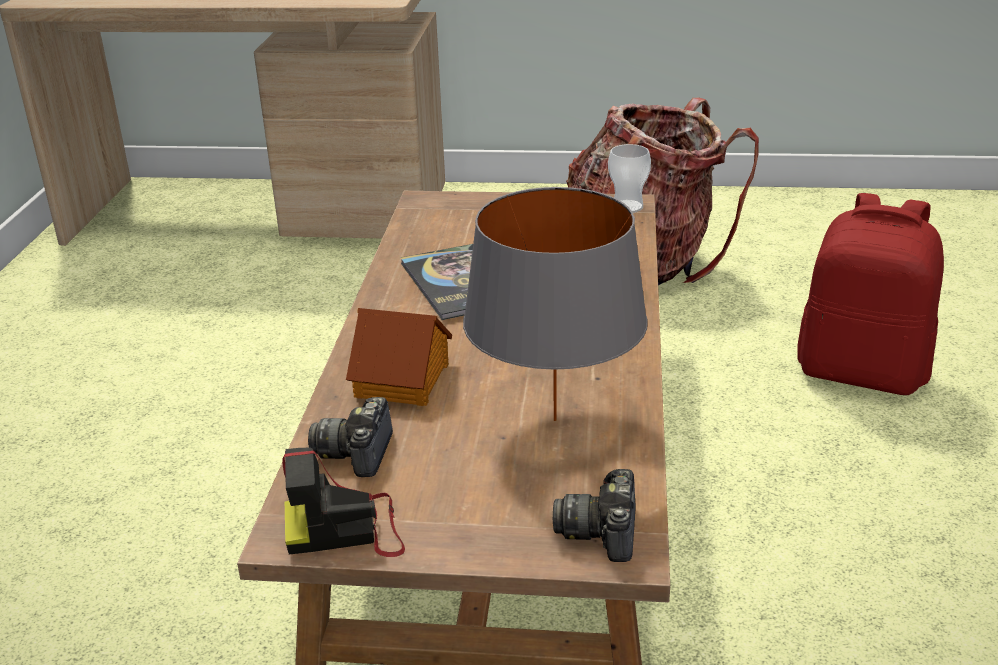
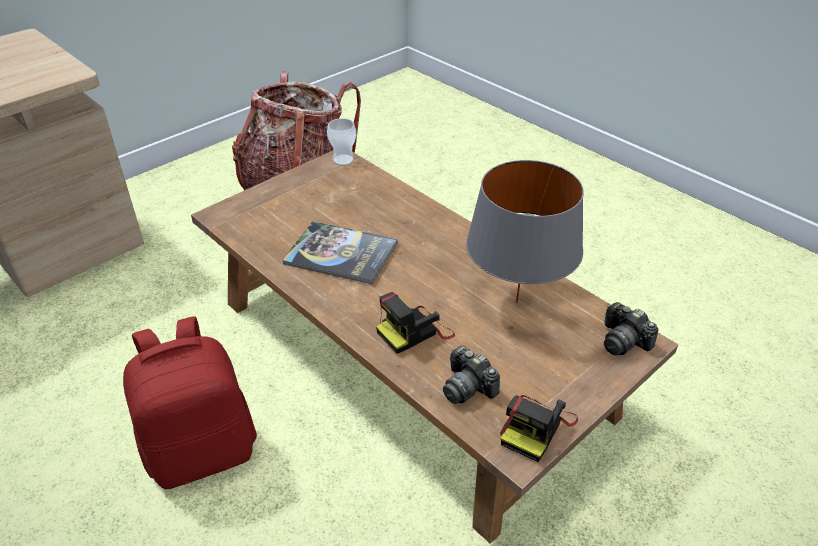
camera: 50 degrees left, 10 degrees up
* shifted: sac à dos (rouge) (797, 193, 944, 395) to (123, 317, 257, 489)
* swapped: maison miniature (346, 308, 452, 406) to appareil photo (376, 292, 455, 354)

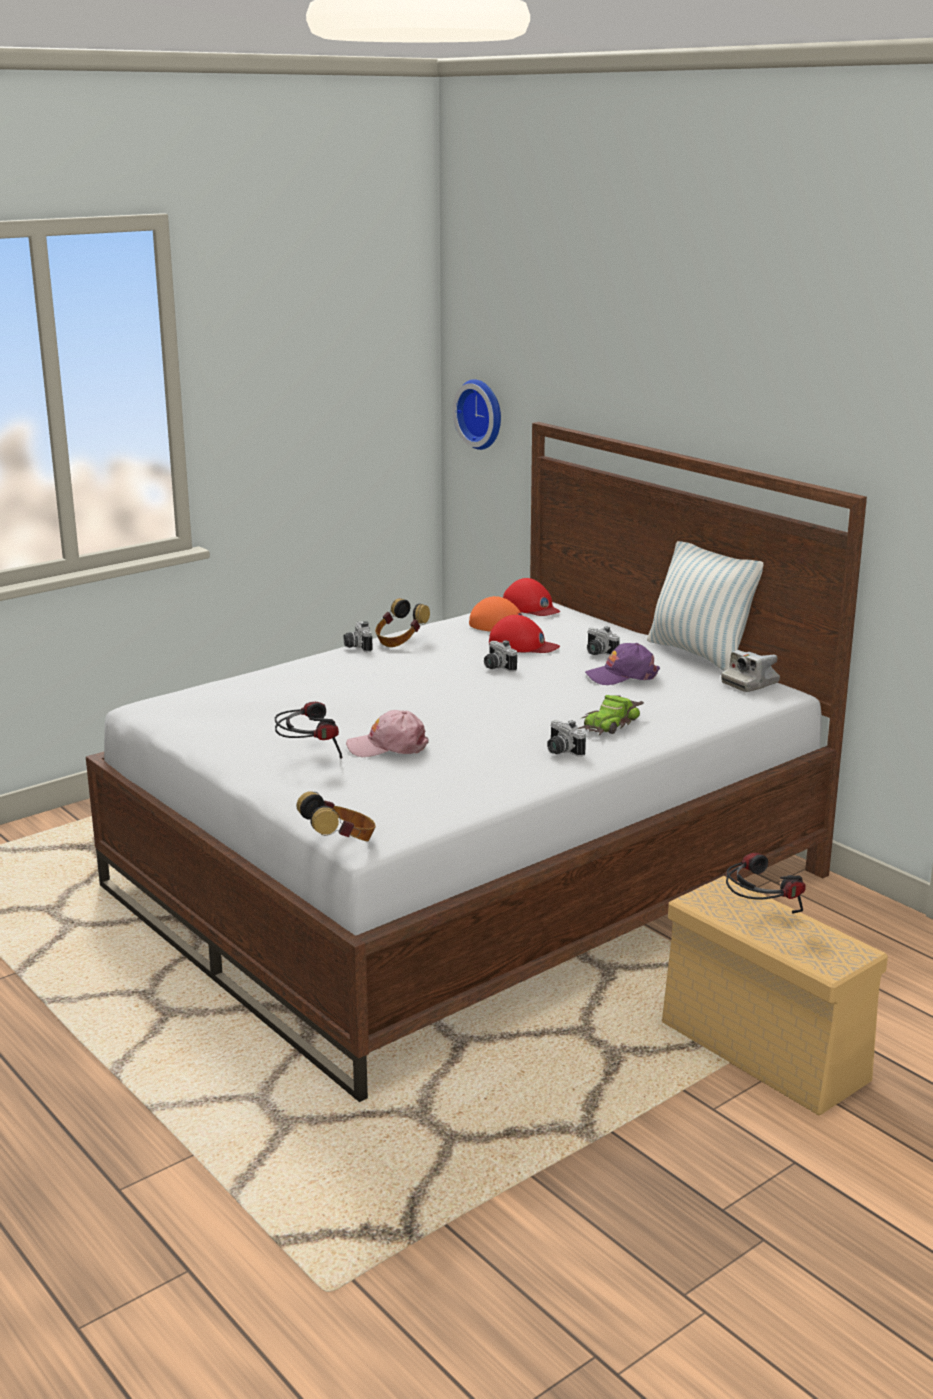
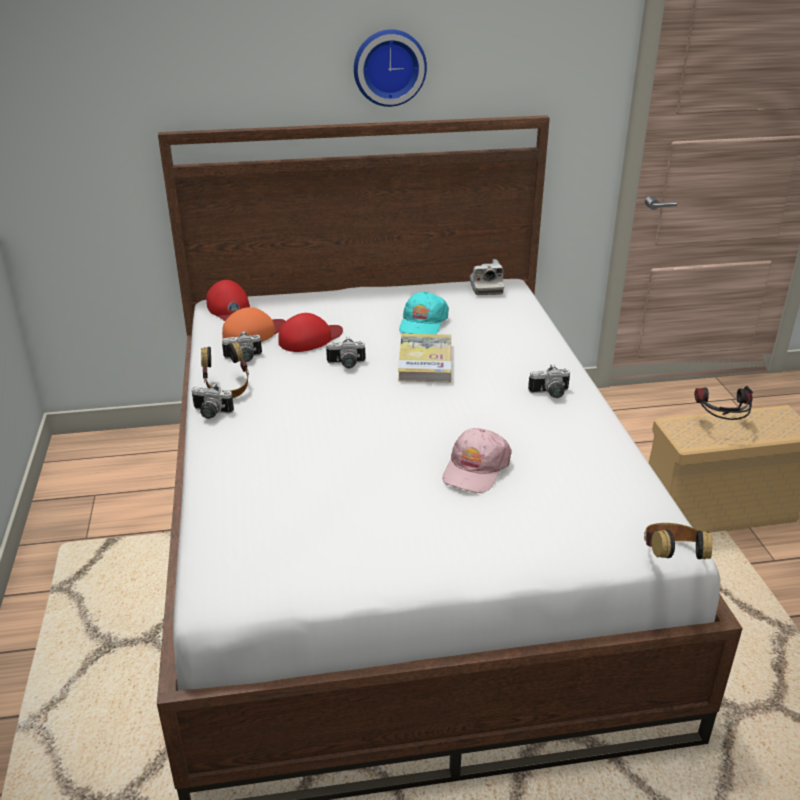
camera: 60 degrees left, 10 degrees up
* rotated: casquette (rouge) (503, 578, 560, 616) = (206, 280, 250, 321) 75 degrees clockwise
* shifted: appareil photo (587, 626, 620, 656) to (222, 331, 262, 362)
* shifted: horloge murale (453, 379, 501, 450) to (354, 29, 427, 107)
* new: livre (398, 334, 451, 382)
* repainted: casquette (violet) (585, 643, 660, 685) to casquette (turquoise) (399, 292, 449, 334)
* gone: casque audio (275, 702, 342, 759)
* gone: petite voiture (578, 695, 644, 735)
* gone: coussin (647, 541, 763, 671)

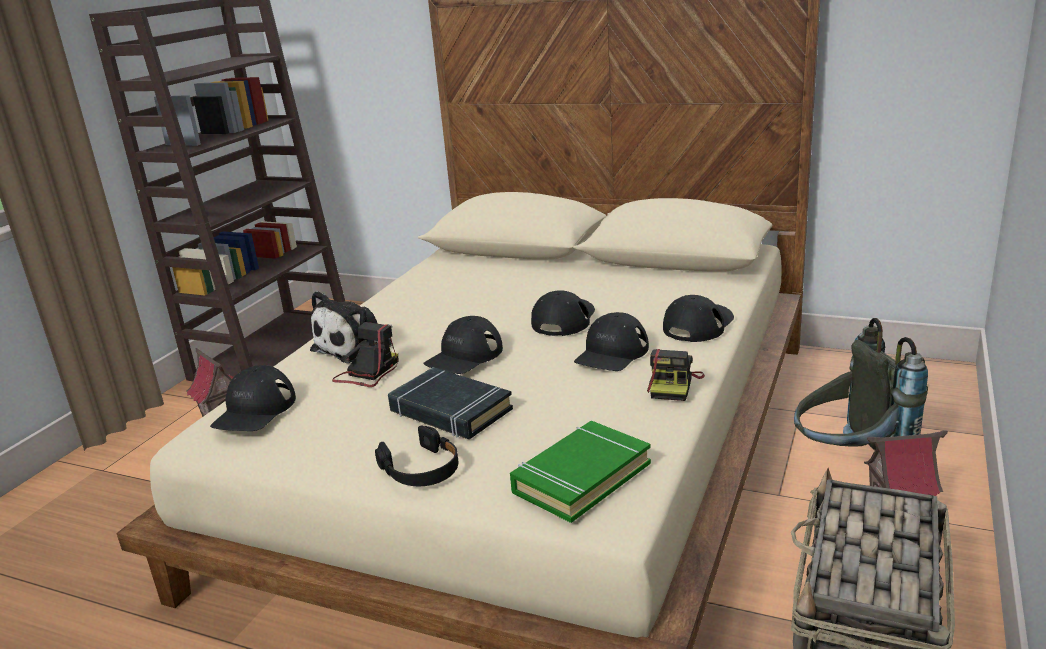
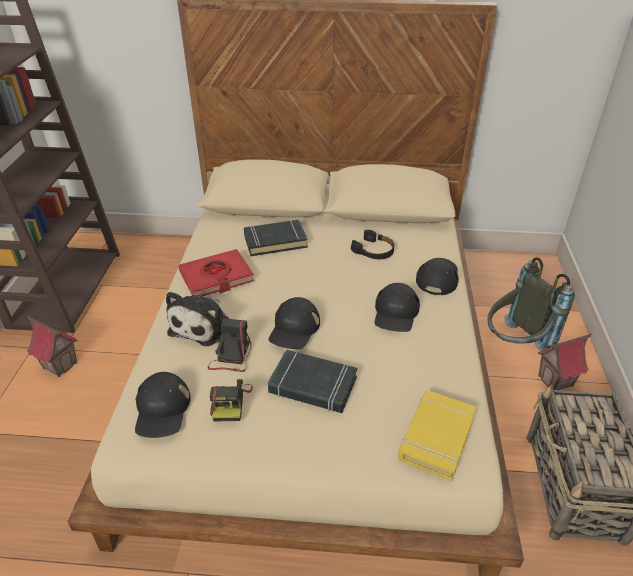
camera: 20 degrees left, 15 degrees up
* new: livre (rouge) (178, 249, 254, 297)
* shifted: appareil photo (647, 349, 705, 401) to (210, 379, 253, 421)
* new: livre (noir) (244, 220, 308, 256)
* shifted: casque audio (noir) (375, 425, 458, 486) to (351, 230, 394, 259)
* repainted: livre (vert) (510, 421, 651, 523) to livre (jaune) (398, 390, 476, 481)
* gone: casquette (noir) (531, 290, 595, 336)

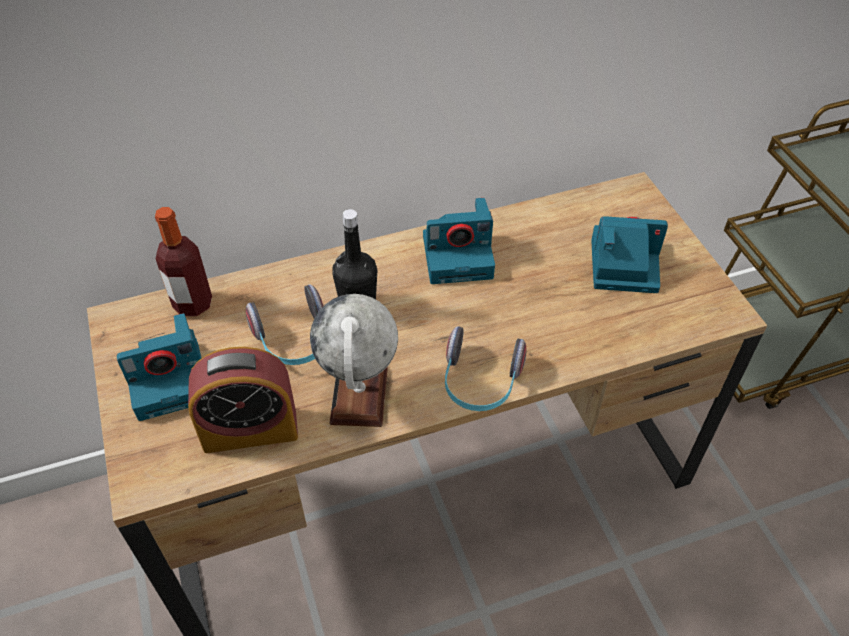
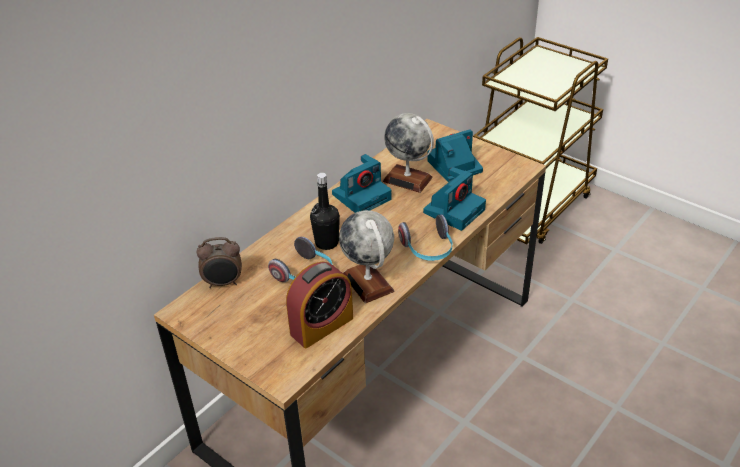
camera: 30 degrees left, 10 degrees down
* swapped: bouteille (155, 207, 212, 316) to réveil (197, 237, 242, 288)
* new: globe (383, 113, 434, 193)
* shifted: appareil photo (117, 313, 201, 421) to (423, 167, 486, 231)

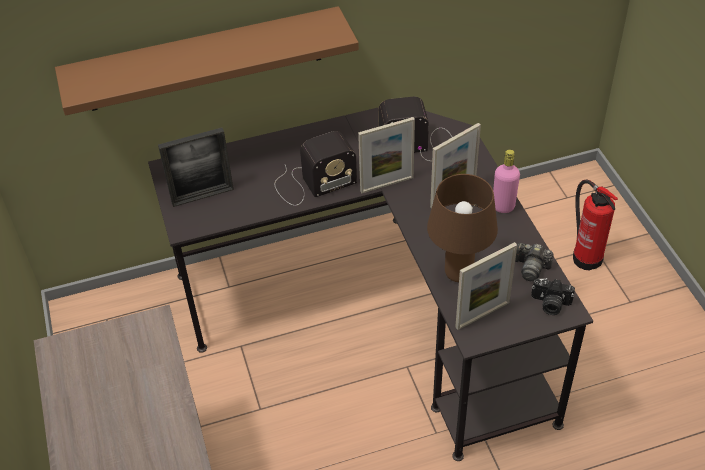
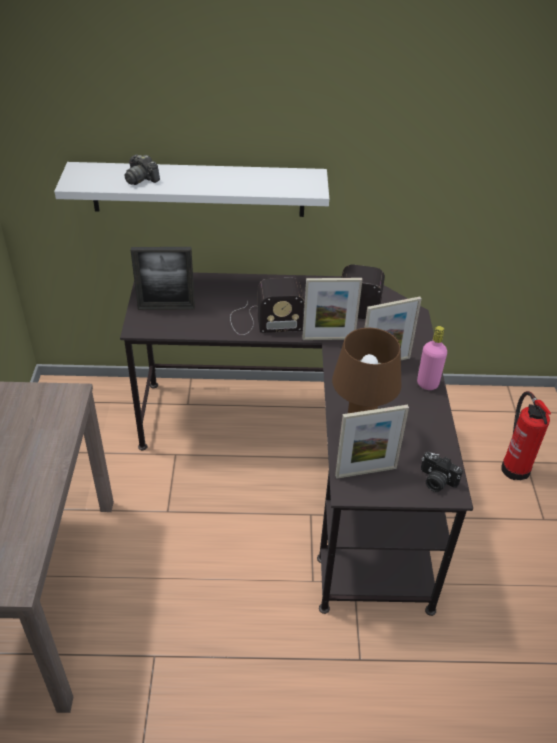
camera: 15 degrees right, 5 degrees down
* repainted: étagère (marron) (55, 6, 359, 116) to étagère (blanc) (54, 162, 329, 217)
* shifted: appareil photo (515, 243, 554, 281) to (124, 154, 160, 185)

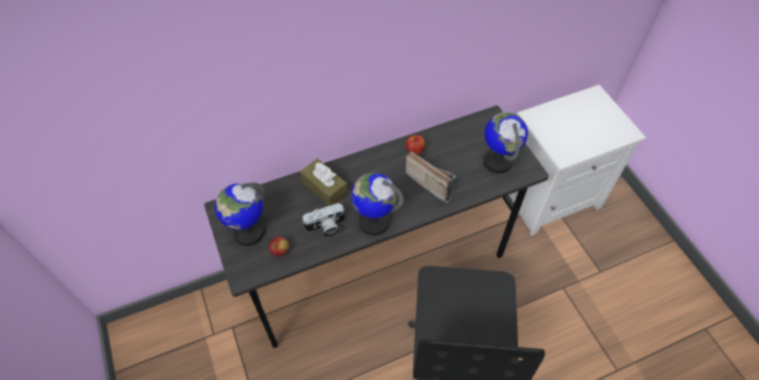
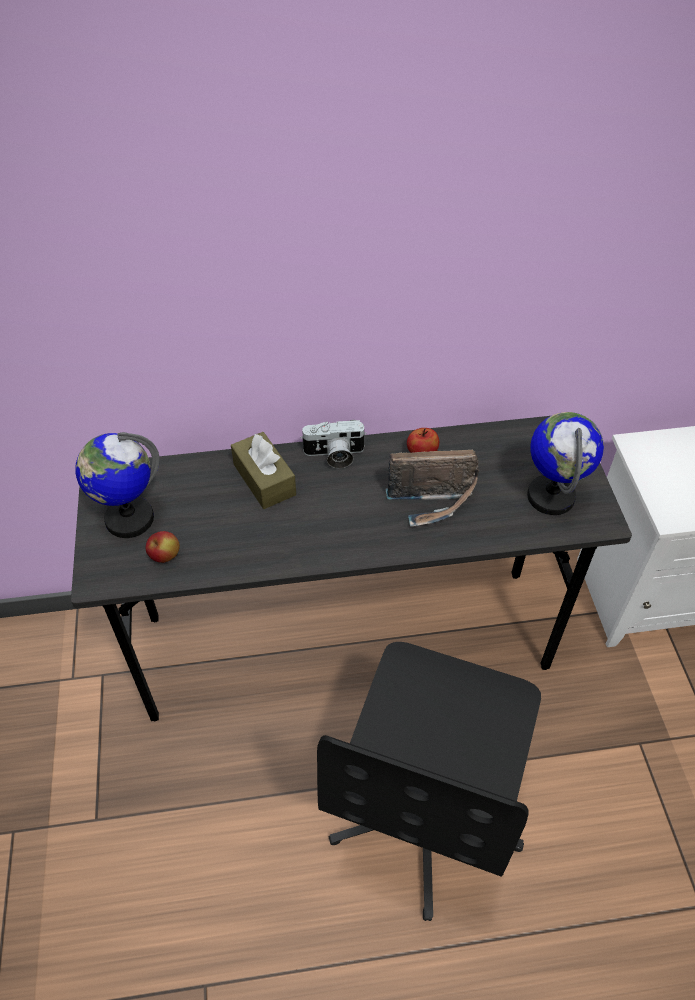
camera: 15 degrees right, 5 degrees down
* shifted: appareil photo (302, 203, 345, 238) to (300, 420, 367, 468)
* rotated: radio (405, 151, 456, 203) = (385, 450, 479, 527) 120 degrees clockwise
* gone: globe (351, 173, 404, 235)

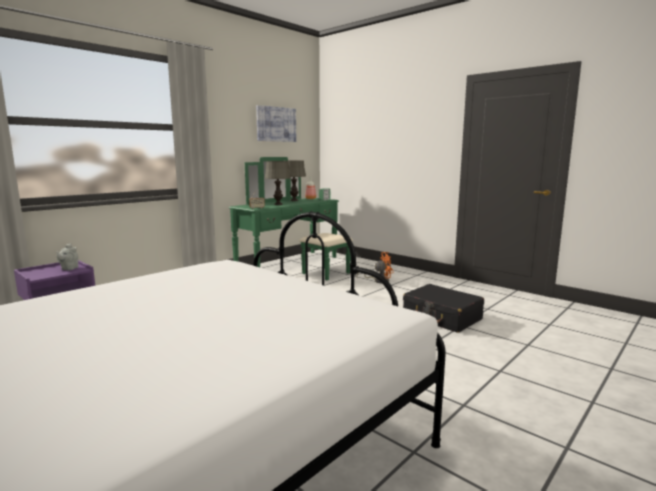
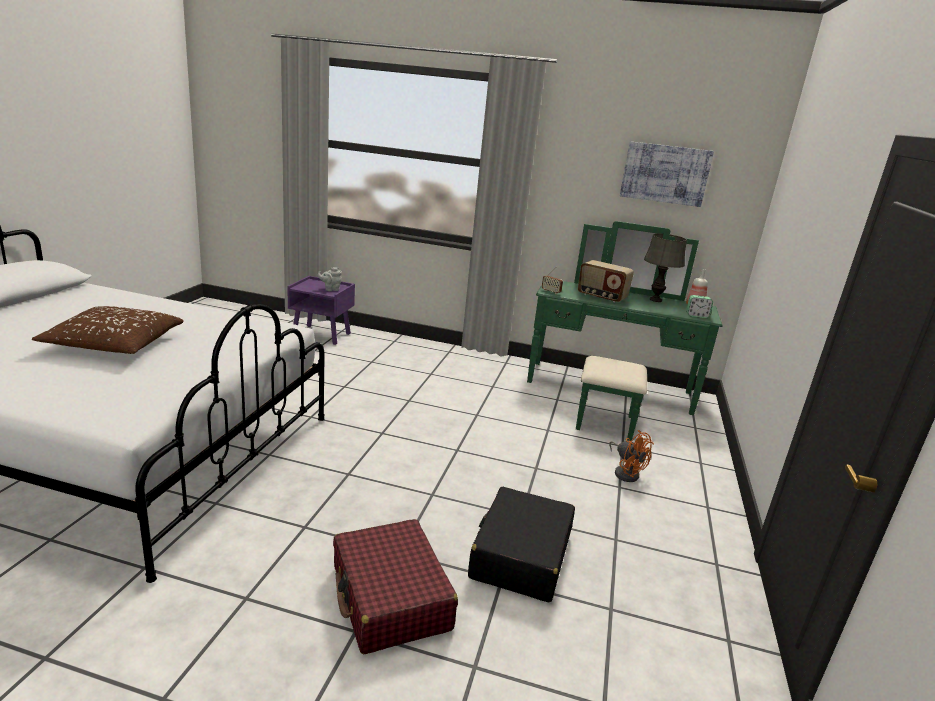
camera: 60 degrees right, 10 degrees up
* new: coussin (marron) (32, 306, 184, 354)
* new: valise (rouge) (333, 519, 458, 654)
* swapped: lampe de table (gris) (265, 161, 291, 205) to radio (578, 260, 634, 303)

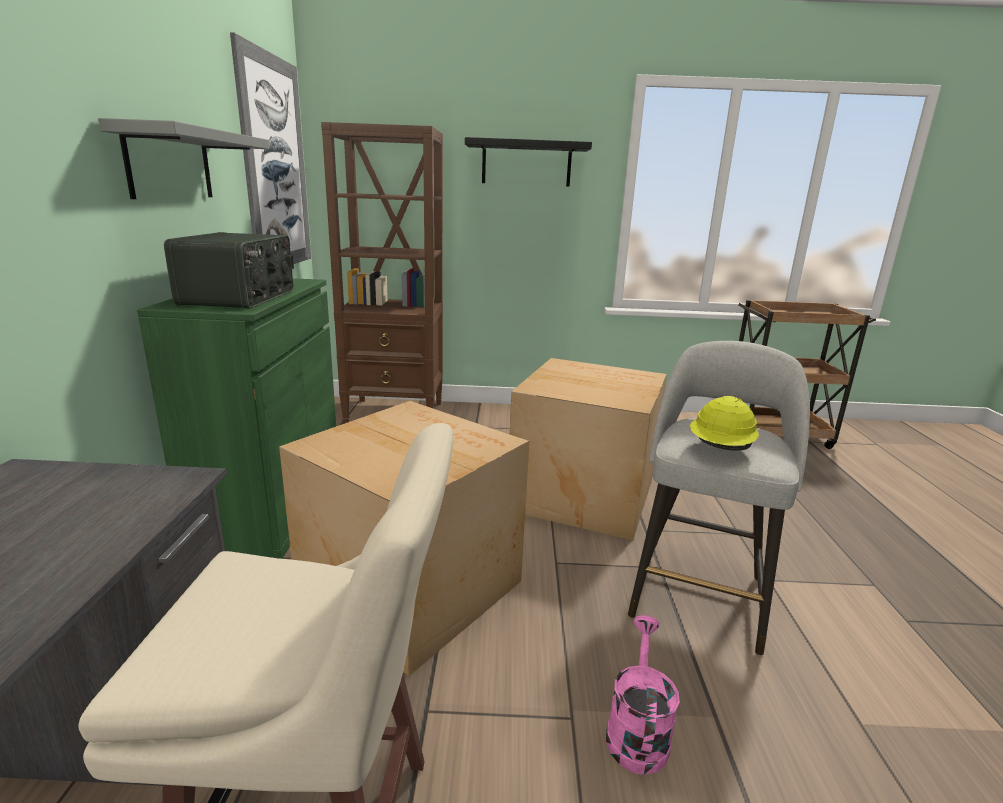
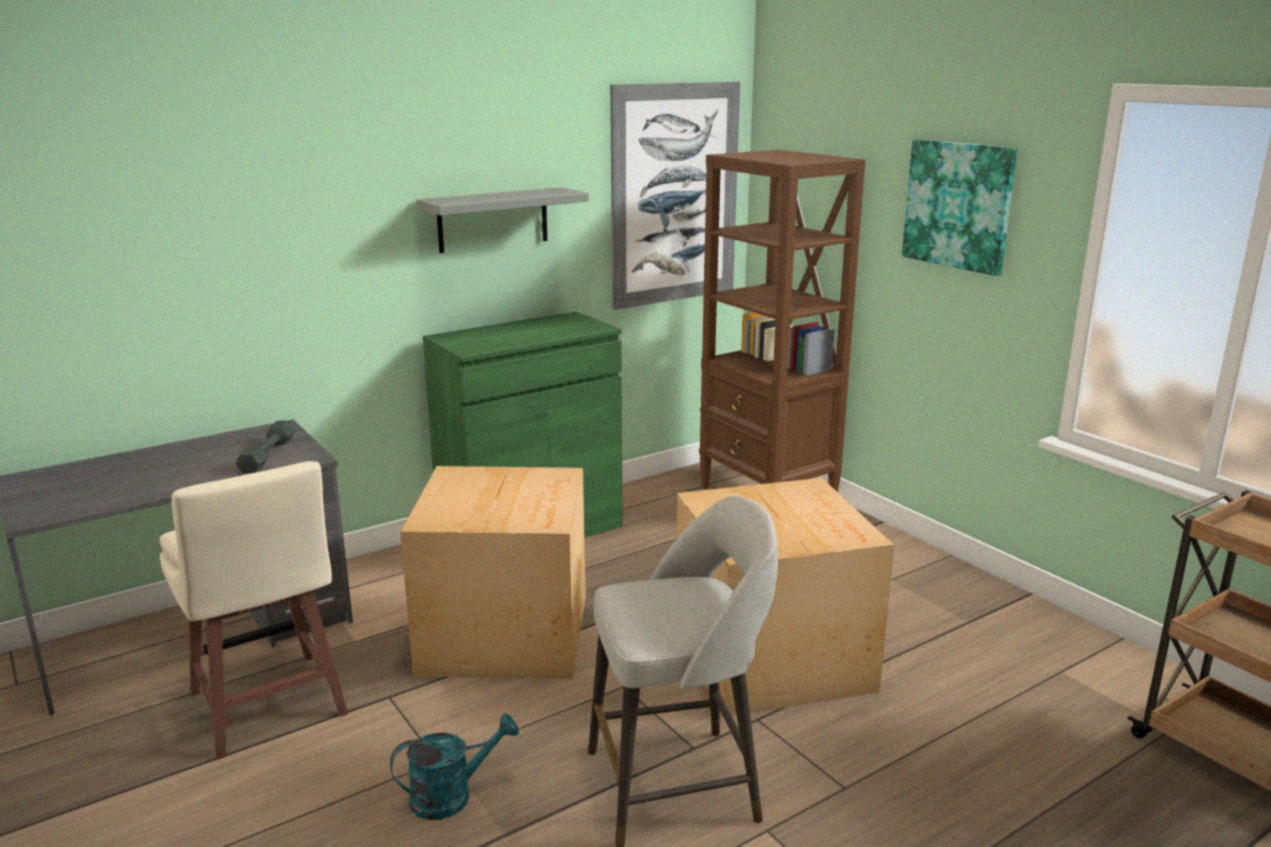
camera: 55 degrees right, 0 degrees up
* new: haltère (gris) (235, 420, 295, 473)
* repainted: arrosoir (rose) (606, 615, 680, 775) to arrosoir (turquoise) (390, 714, 519, 820)
* swapped: étagère (noir) (465, 137, 592, 187) to tableau (902, 139, 1017, 276)
* gone: radio (164, 232, 294, 308)
* gone: casque de chantier (jaune) (690, 396, 759, 451)

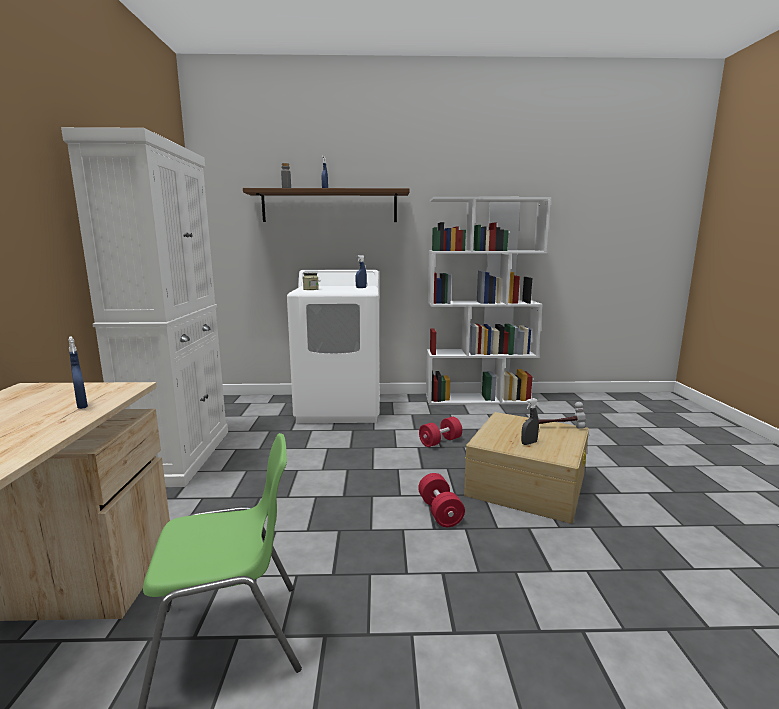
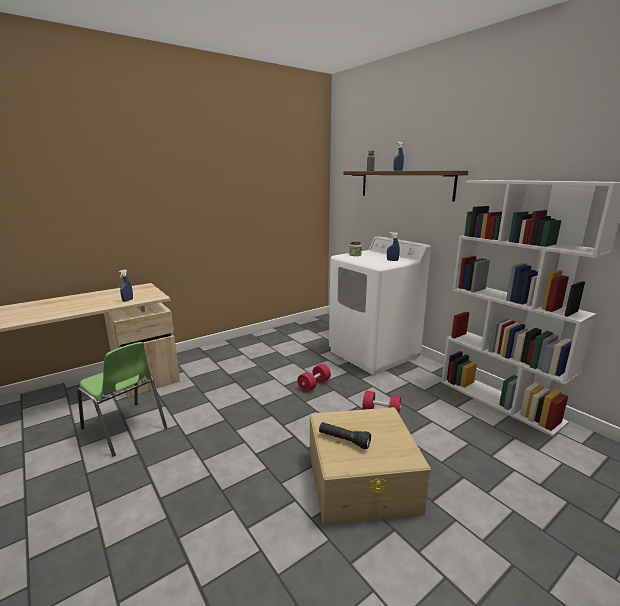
camera: 55 degrees right, 5 degrees up
* shifted: haltère (rouge) (418, 473, 465, 527) to (297, 364, 331, 392)
* swapped: vaporisateur (gris) (521, 398, 539, 445) to lampe de poche (noir) (319, 422, 371, 449)
* gone: meuble de rangement (blanc) (61, 127, 228, 487)
* gone: marteau (539, 402, 586, 429)

